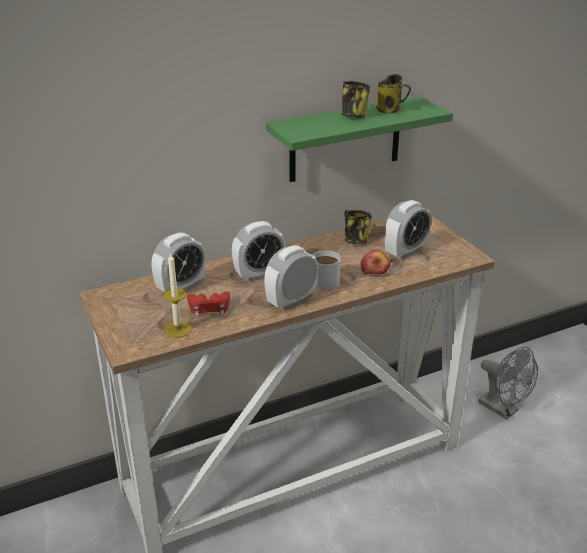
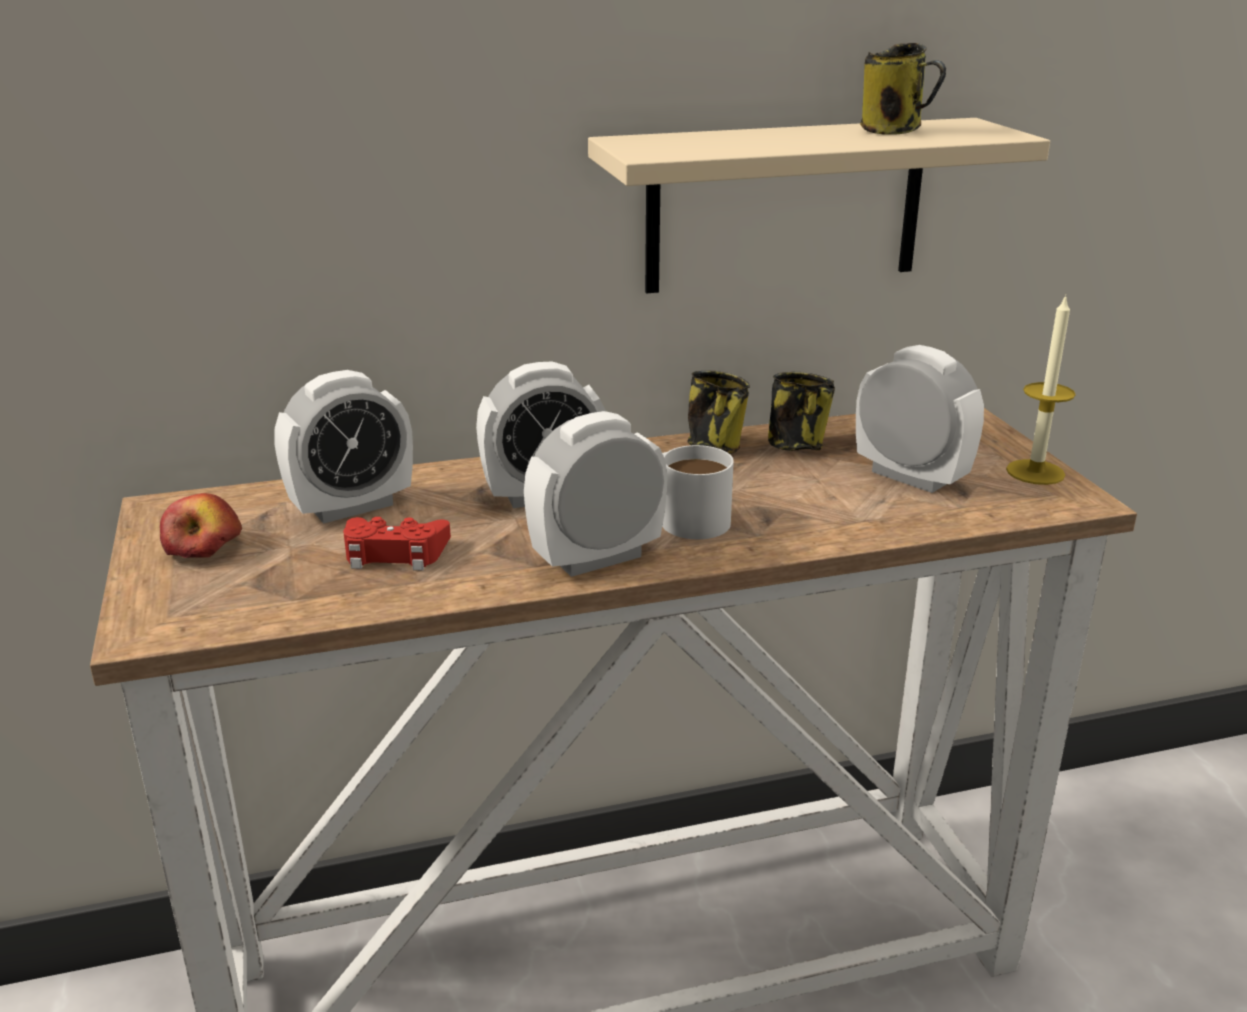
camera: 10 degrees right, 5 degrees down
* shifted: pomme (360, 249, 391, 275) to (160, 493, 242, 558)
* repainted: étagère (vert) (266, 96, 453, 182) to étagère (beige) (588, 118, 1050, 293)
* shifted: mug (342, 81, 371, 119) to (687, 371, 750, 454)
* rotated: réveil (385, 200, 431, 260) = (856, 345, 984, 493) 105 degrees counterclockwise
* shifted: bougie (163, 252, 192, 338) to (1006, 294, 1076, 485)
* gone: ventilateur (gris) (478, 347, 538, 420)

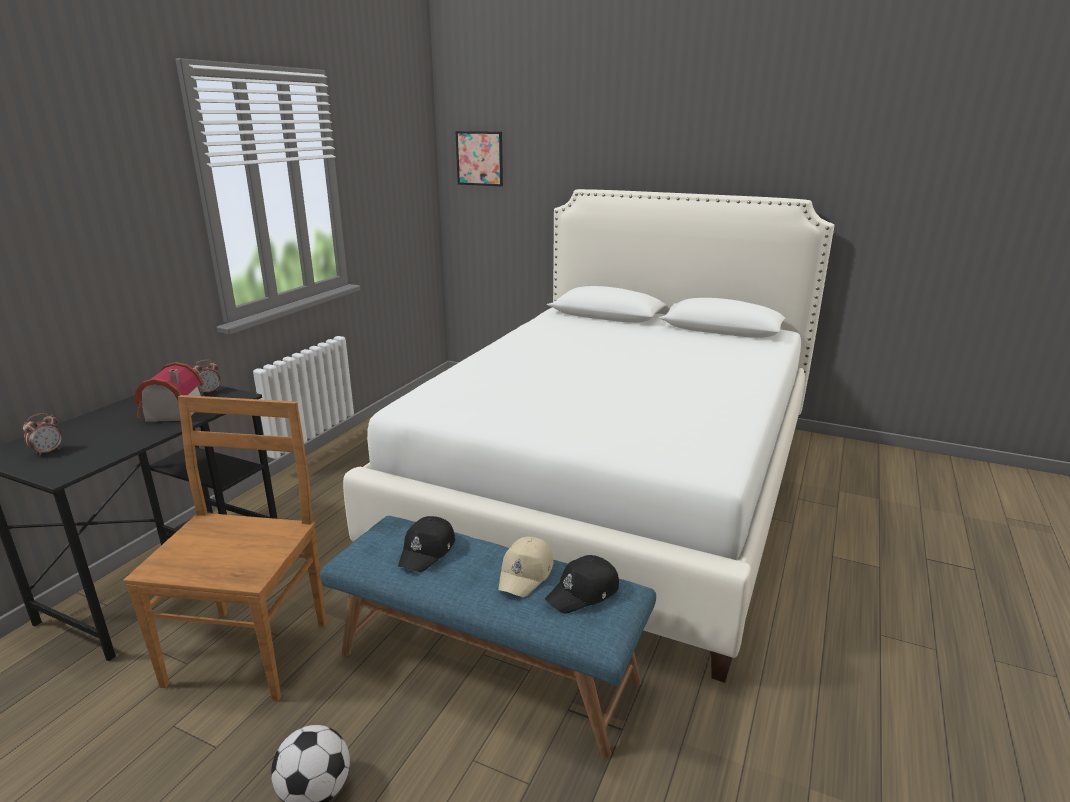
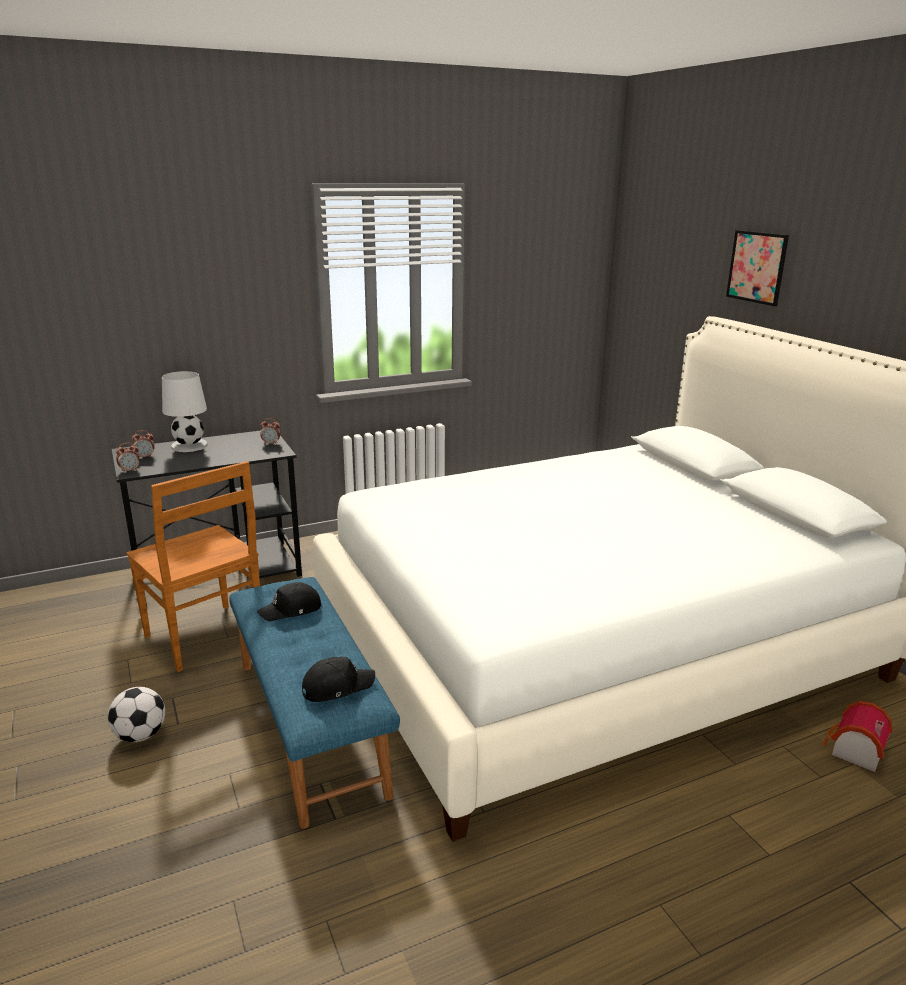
camera: 40 degrees right, 0 degrees up
* new: réveil (116, 443, 140, 473)
* rotated: chaise (marron) (123, 395, 326, 702) = (127, 461, 260, 672) 90 degrees clockwise
* new: lampe de table (blanc) (162, 371, 208, 452)
* rotated: casquette (noir) (545, 555, 619, 613) = (302, 657, 375, 702) 150 degrees clockwise
* shifted: tableau (455, 131, 503, 186) to (726, 230, 789, 306)
* shifted: maison miniature (134, 362, 204, 422) to (821, 701, 893, 772)
* gone: casquette (beige) (498, 537, 554, 597)

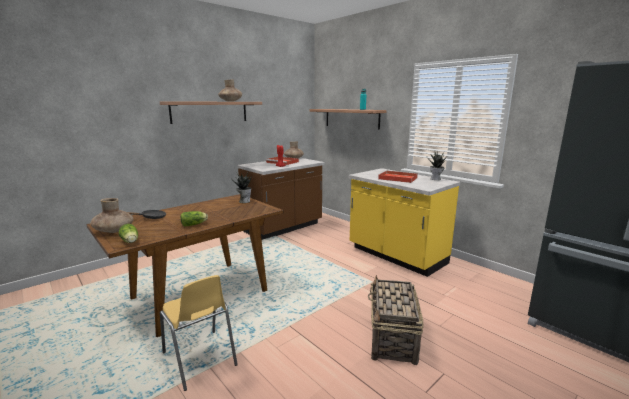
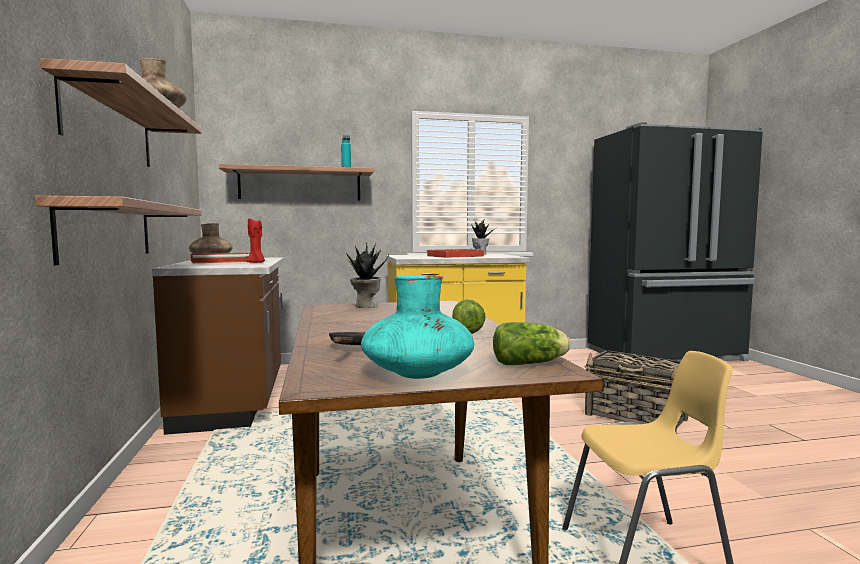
camera: 60 degrees left, 10 degrees down
* new: étagère (35, 195, 202, 265)
* repainted: vase (marron) (90, 198, 134, 233) to vase (turquoise) (361, 275, 474, 379)

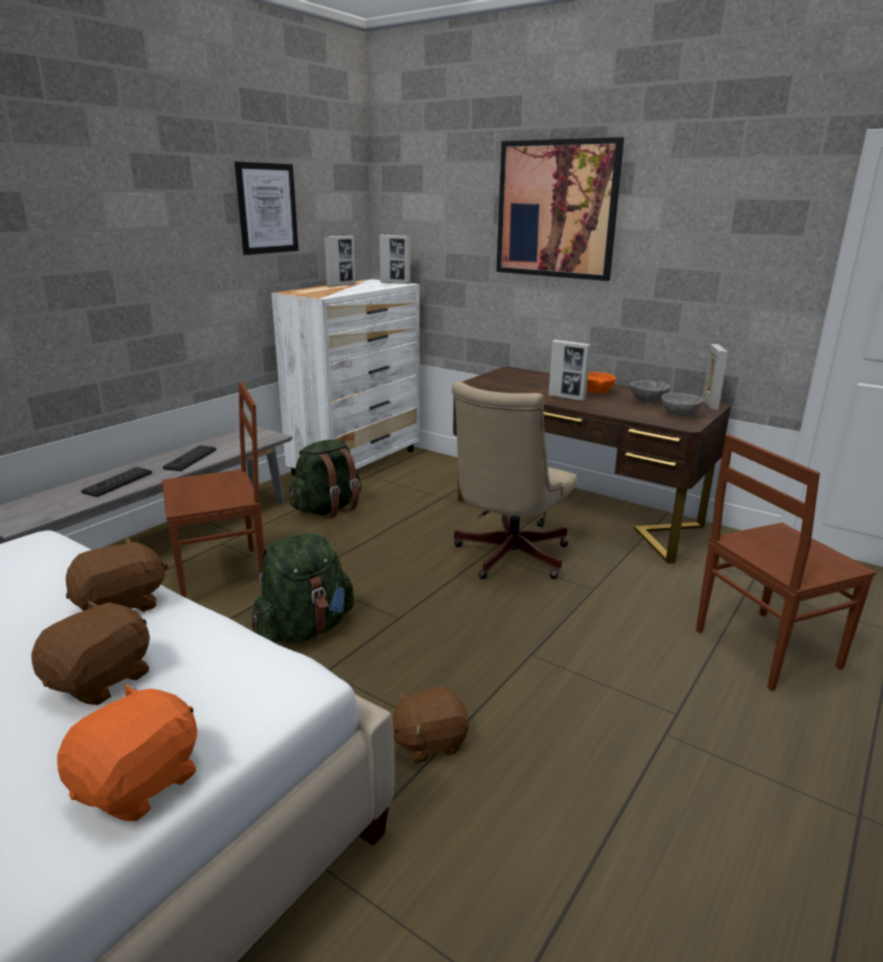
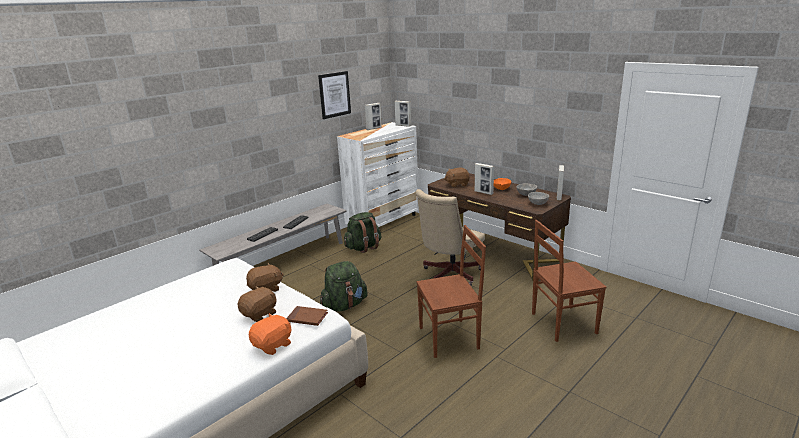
camera: 10 degrees right, 0 degrees up
* new: livre (marron) (286, 306, 328, 326)
* shifted: chaise (marron) (162, 381, 264, 598) to (416, 225, 486, 358)
* shifted: peluche (marron) (392, 686, 469, 763) to (444, 168, 470, 187)
* gone: tableau (496, 137, 624, 281)

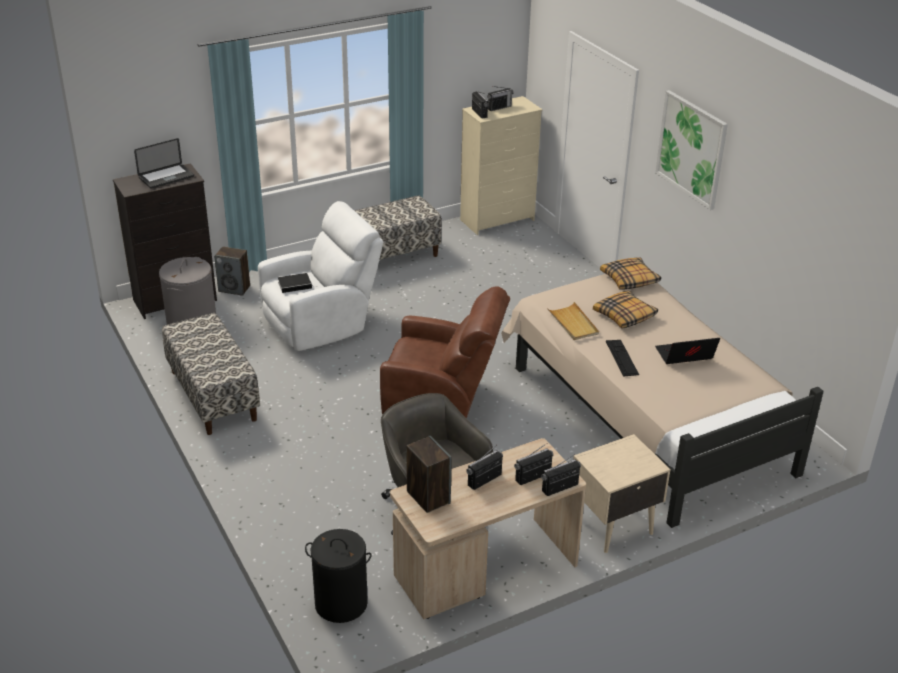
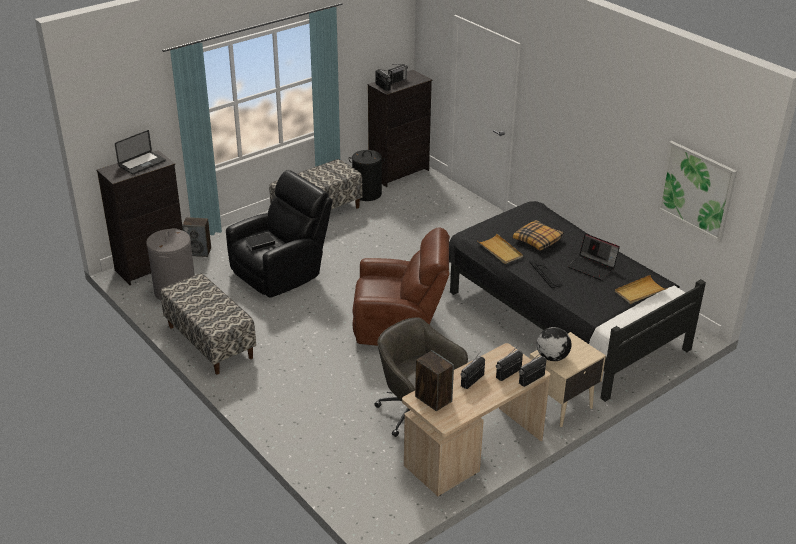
camera: 10 degrees left, 0 degrees up
* repainted: fauteuil (blanc) (258, 201, 383, 351) to fauteuil (noir) (226, 170, 333, 298)
* shifted: panier à linge (noir) (305, 529, 372, 623) to (348, 150, 385, 201)
* repainted: commode (beige) (460, 96, 543, 235) to commode (noir) (368, 70, 432, 187)
* repainted: lit (beige) (501, 274, 824, 528) to lit (noir) (449, 201, 706, 402)
* new: globe (536, 327, 571, 361)
* rotated: ordinateur portable (655, 338, 720, 364) = (568, 233, 620, 280) 120 degrees counterclockwise
* new: plateau (beige) (615, 275, 668, 304)
* shifted: tableau (655, 90, 728, 210) to (657, 141, 737, 242)
* gone: coussin (600, 258, 661, 290)

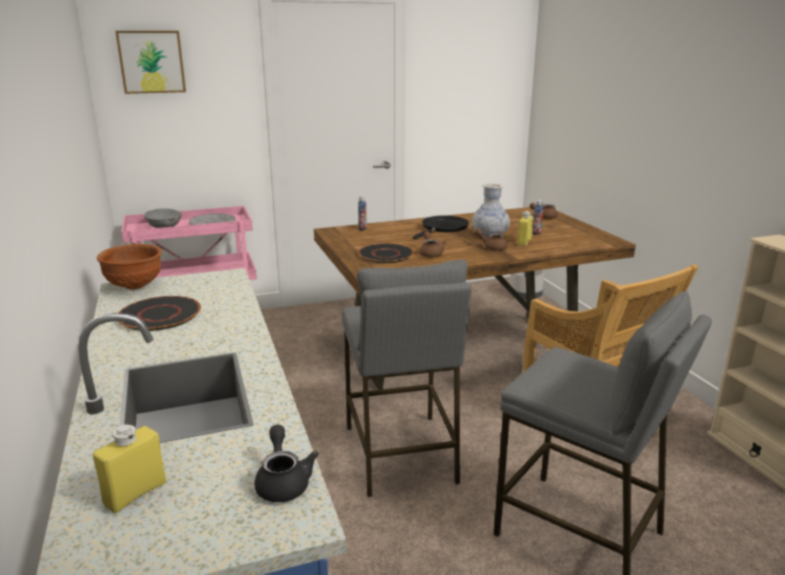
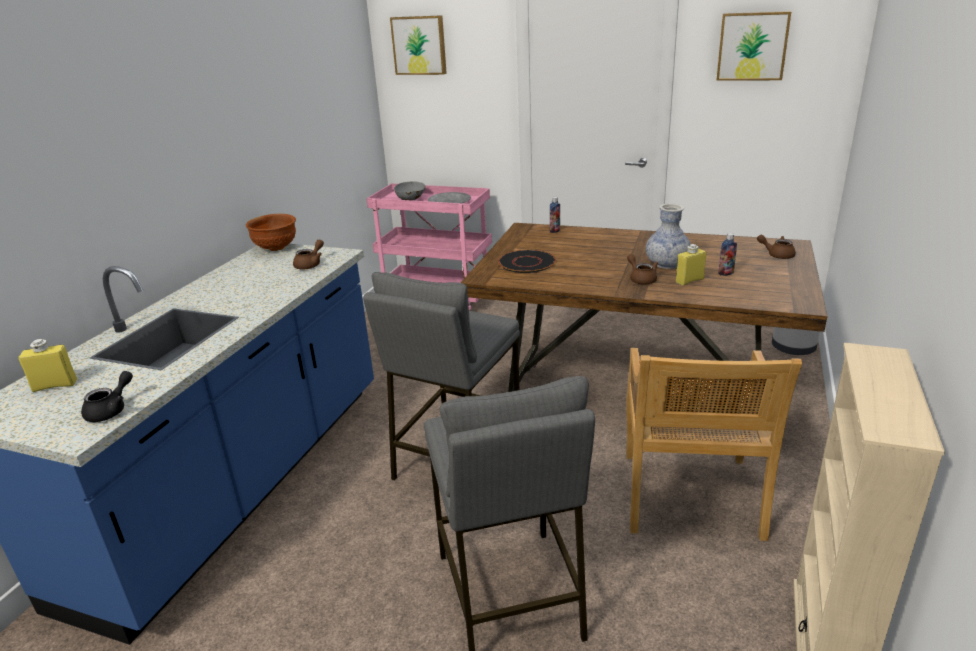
camera: 40 degrees right, 5 degrees up
* shifted: théière (marron) (420, 231, 447, 257) to (293, 239, 324, 270)
* new: tableau (716, 11, 791, 81)
* gone: assiette (noir) (118, 296, 201, 331)
* gone: poêle (noir) (413, 215, 469, 239)

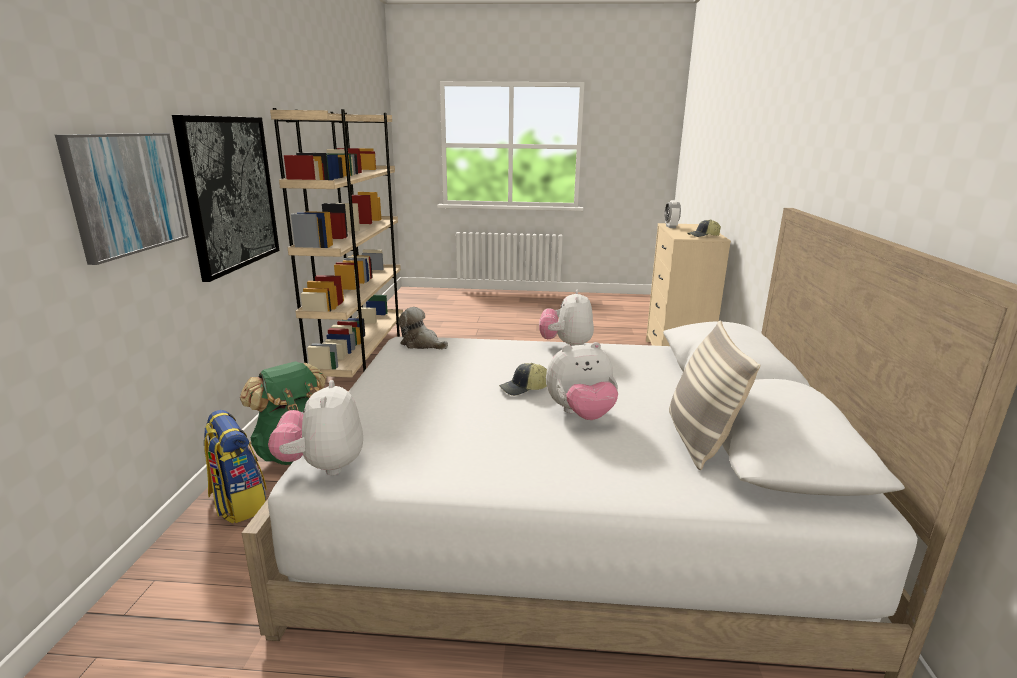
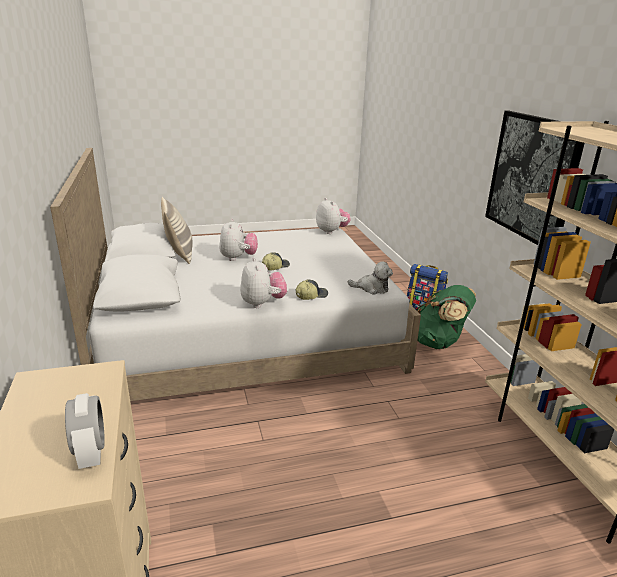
camera: 160 degrees right, 5 degrees up
* rotated: peluche (546, 342, 618, 420) = (219, 219, 258, 261) 120 degrees clockwise
* shifted: casquette (687, 219, 721, 237) to (296, 279, 328, 300)
* gone: tableau (55, 133, 189, 265)

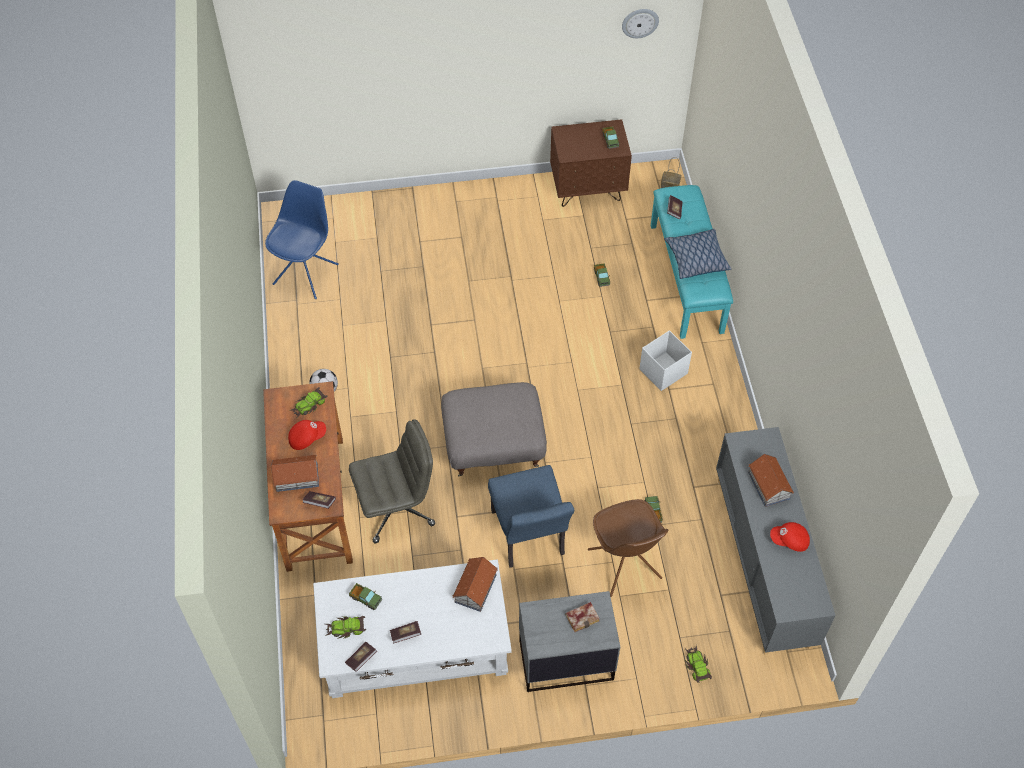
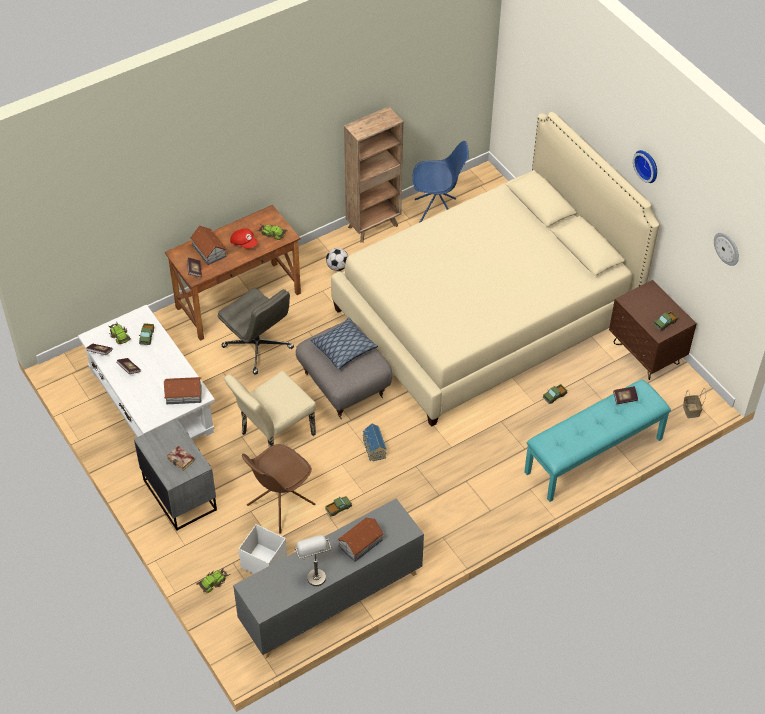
camera: 65 degrees right, 5 degrees down
* repainted: chaise (bleu) (488, 465, 574, 568) to chaise (beige) (224, 371, 316, 447)
* shifted: boîte de rangement (blanc) (639, 331, 692, 391) to (239, 524, 287, 574)
* swapped: casquette (rouge) (770, 522, 810, 552) to lampe de table (gris) (294, 535, 331, 586)
* shifted: coussin (664, 229, 731, 279) to (310, 317, 378, 370)
* new: lit (beige) (331, 112, 659, 427)
* new: bibliothèque (marron) (344, 107, 403, 243)
* new: maison miniature (363, 424, 386, 461)
* new: horloge murale (633, 150, 657, 183)

